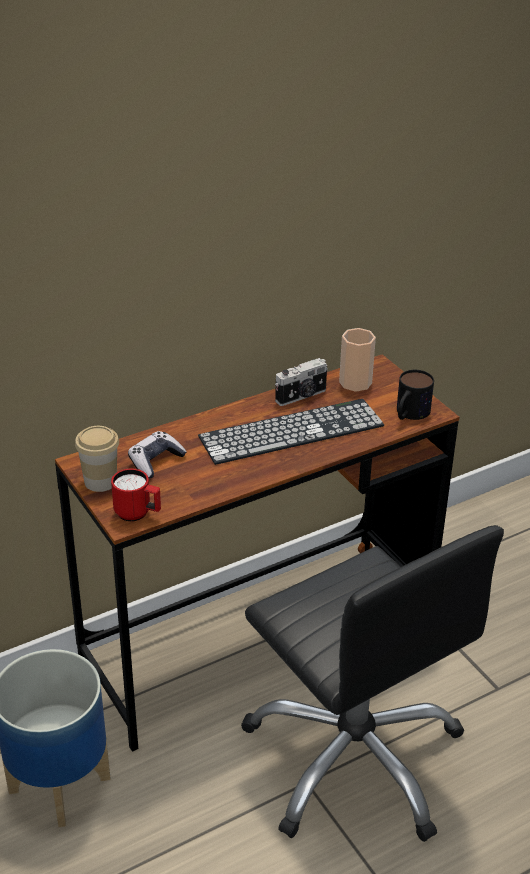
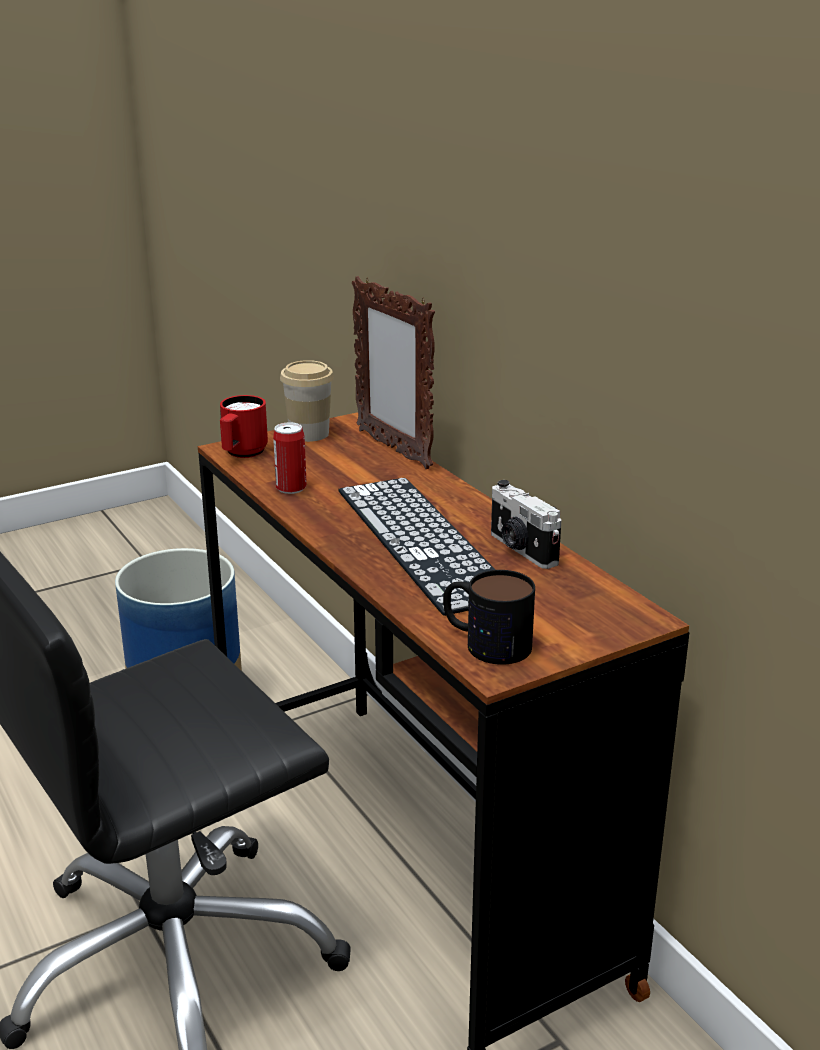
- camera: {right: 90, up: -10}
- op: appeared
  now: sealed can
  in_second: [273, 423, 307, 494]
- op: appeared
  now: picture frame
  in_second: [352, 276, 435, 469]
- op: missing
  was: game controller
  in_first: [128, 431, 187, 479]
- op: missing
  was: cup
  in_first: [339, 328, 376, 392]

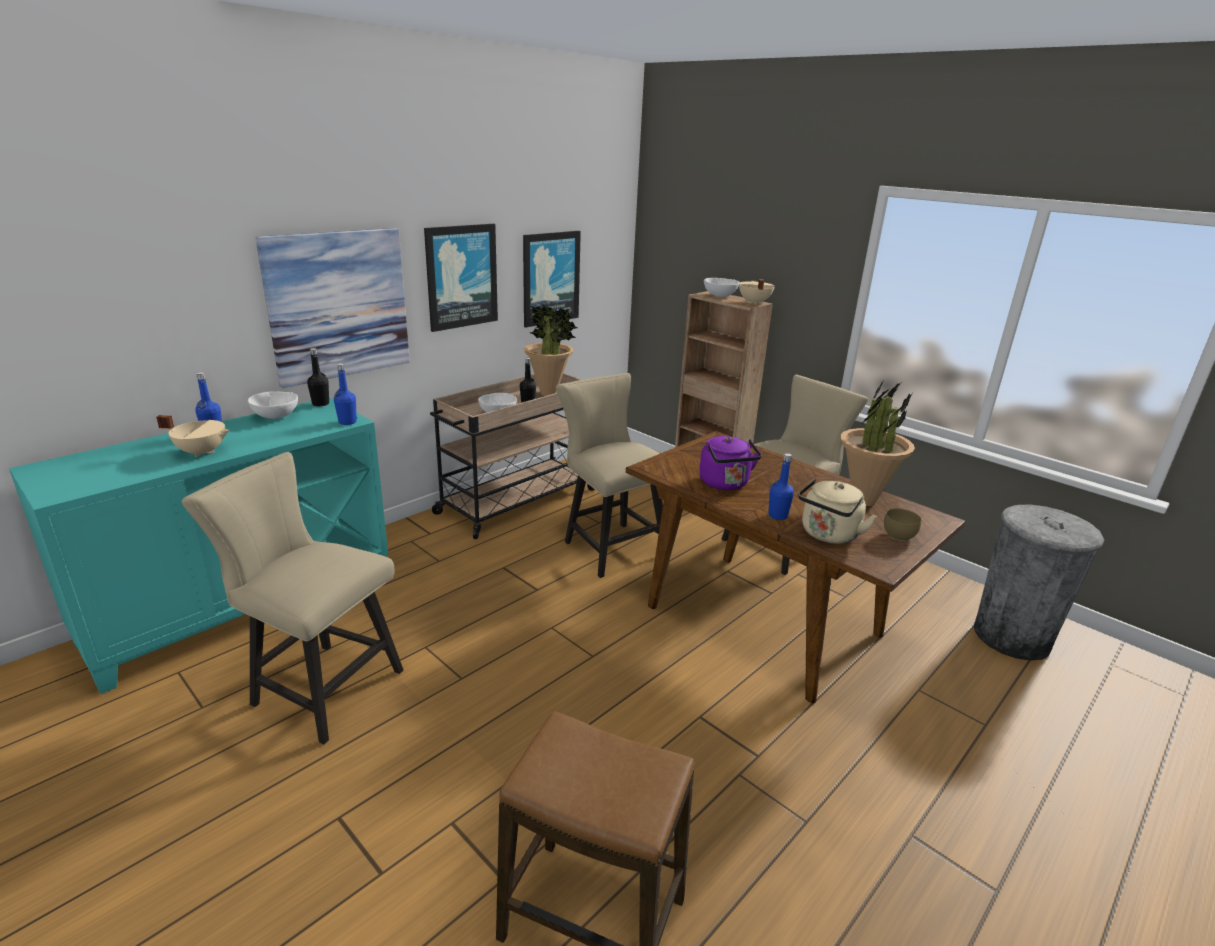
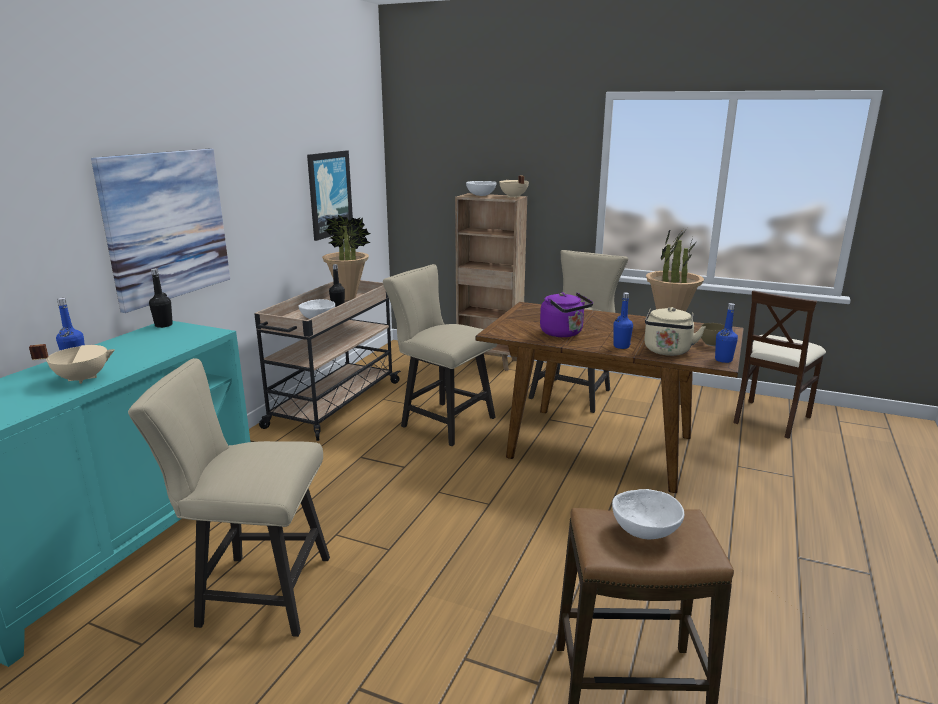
- camera: {right: -20, up: -5}
- op: relocated
  was: deep dish (whitish)
  in_first: [248, 391, 298, 419]
  in_second: [612, 489, 684, 539]
- op: relocated
  was: drink bottle (bluish)
  in_first: [334, 363, 357, 425]
  in_second: [715, 303, 738, 363]
- op: exchanged
  was: trash can (gray)
  now: plain chair (sand-coloured)
  in_first: [974, 504, 1104, 661]
  in_second: [733, 290, 826, 439]
- op: missing
  was: wall picture
  in_first: [424, 224, 498, 332]

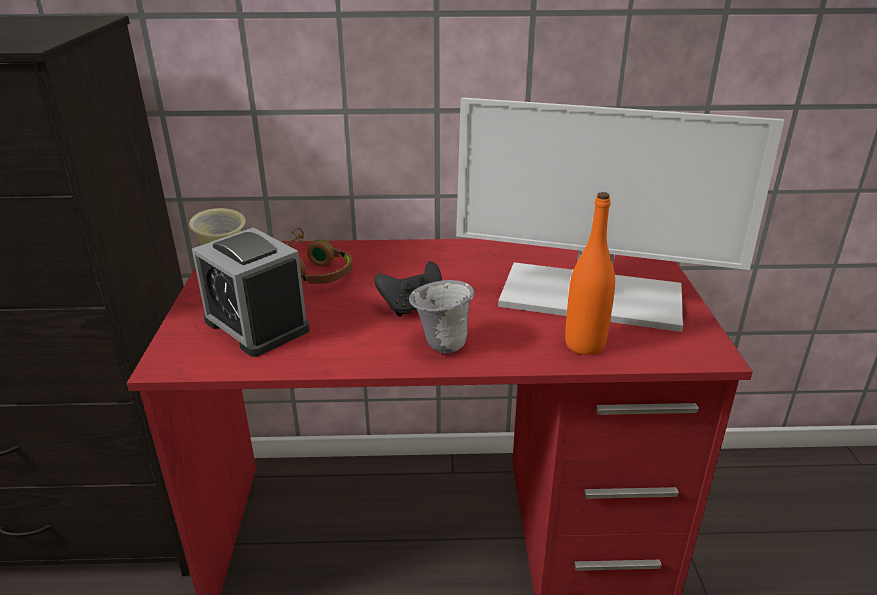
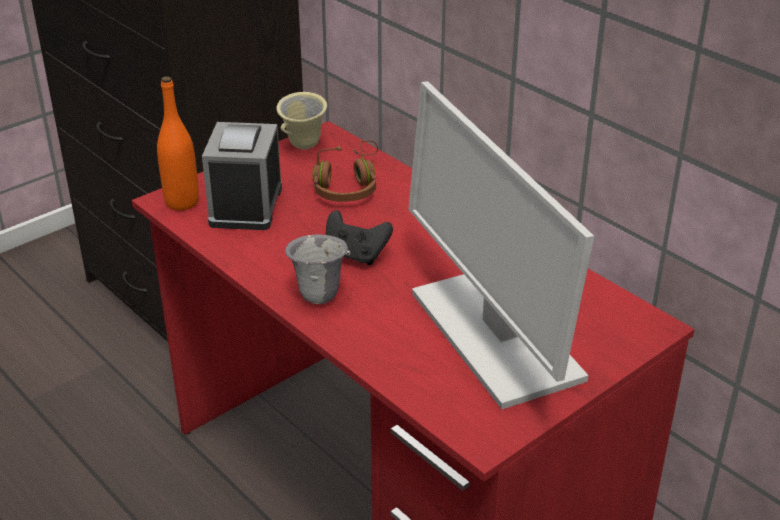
- camera: {right: 50, up: 5}
- op: relocated
  was: drink bottle (orange)
  in_first: [565, 192, 615, 355]
  in_second: [157, 76, 199, 210]

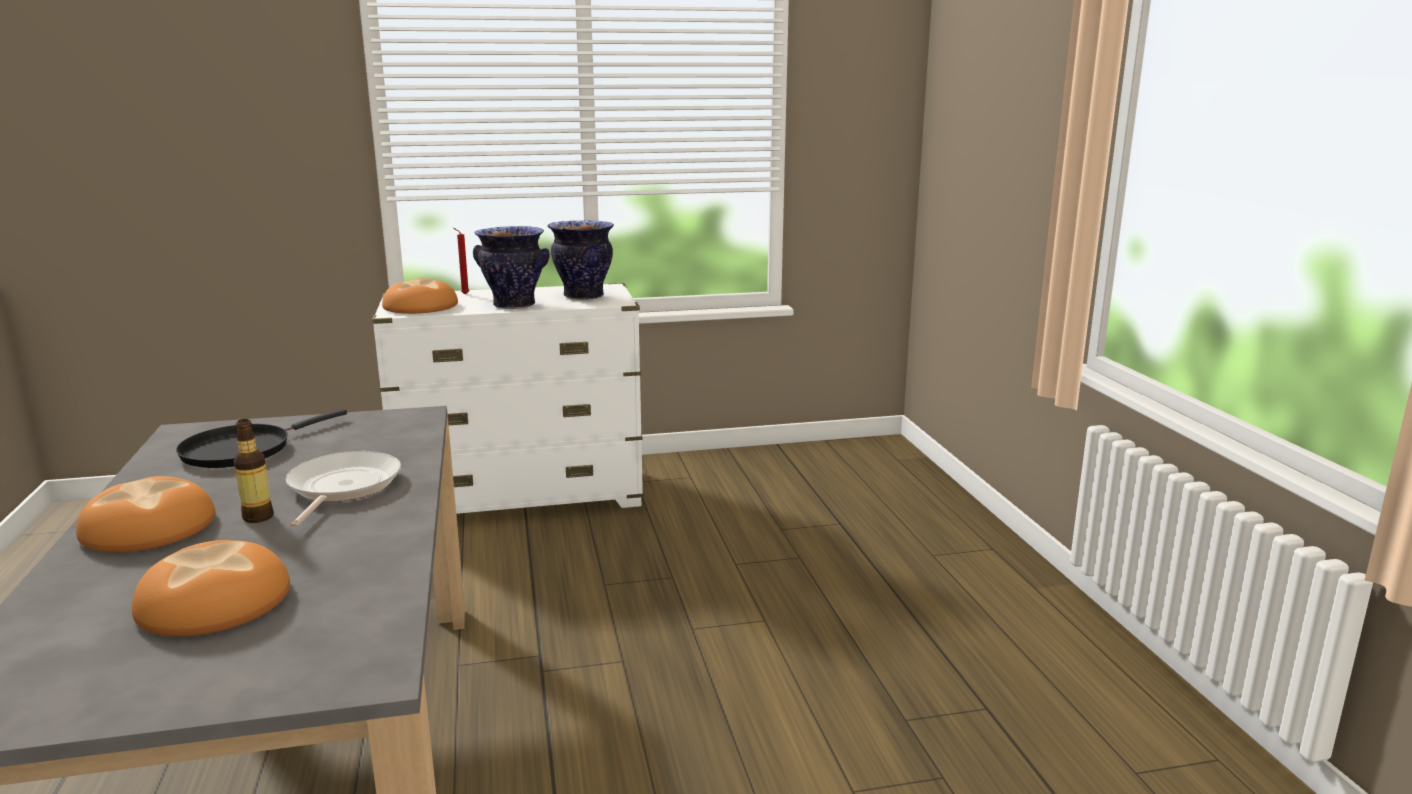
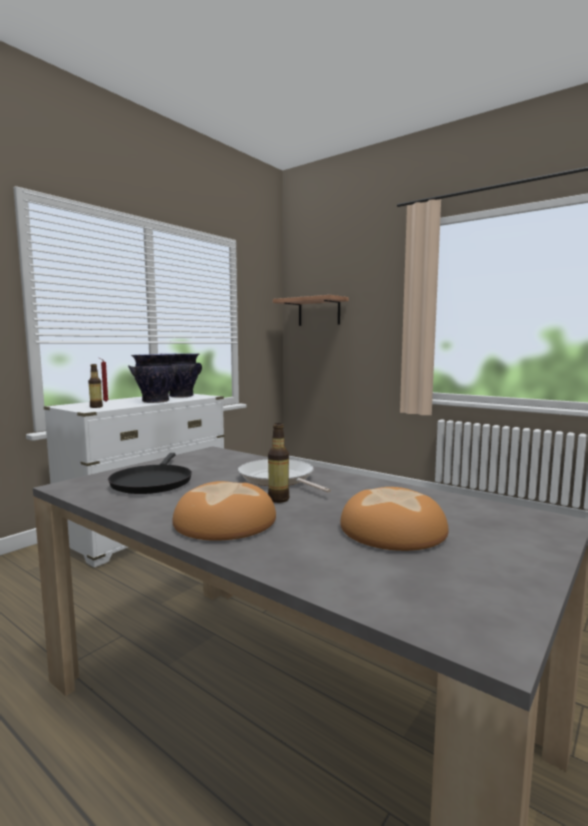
- camera: {right: -40, up: -10}
- op: exchanged
  was: bread
  now: drink bottle
  in_first: [382, 278, 458, 314]
  in_second: [88, 364, 103, 408]
- op: appeared
  now: shelf
  in_second: [273, 295, 349, 326]

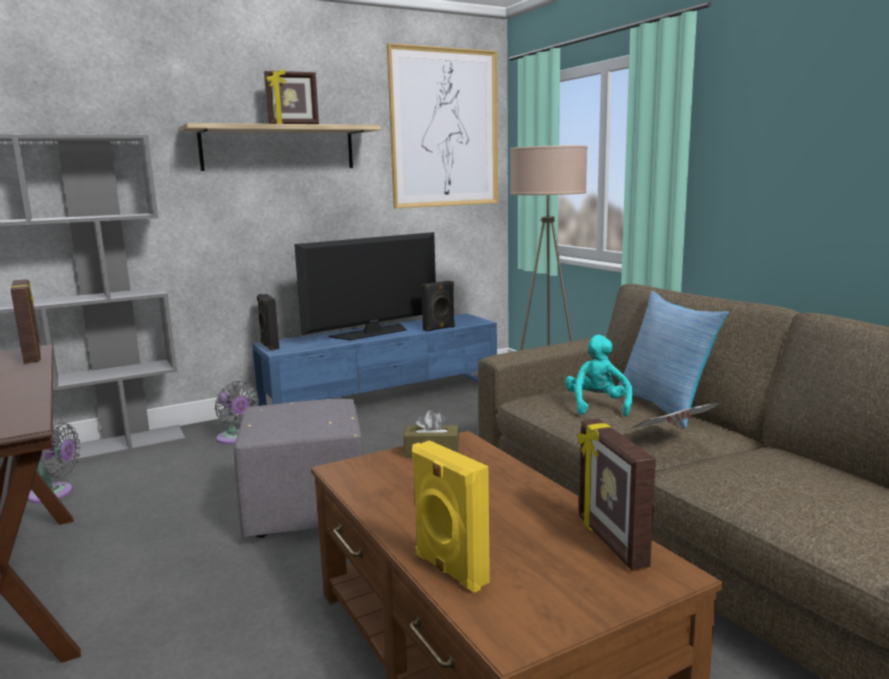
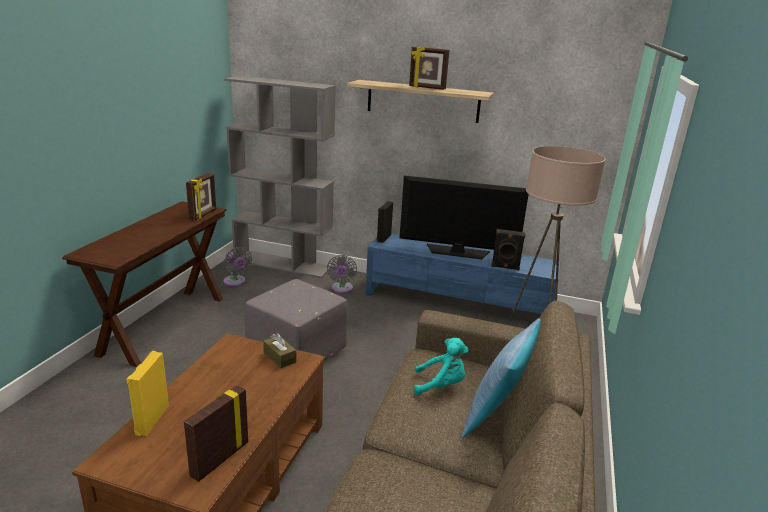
- camera: {right: 45, up: 10}
- op: spun
  was: plush toy (turquoise-coloured)
  in_first: [565, 335, 633, 417]
  in_second: [414, 338, 468, 395]
  clockwise: 45
- op: missing
  was: wall picture
  in_first: [387, 43, 498, 208]
- op: missing
  was: printed paper
  in_first: [629, 403, 720, 429]

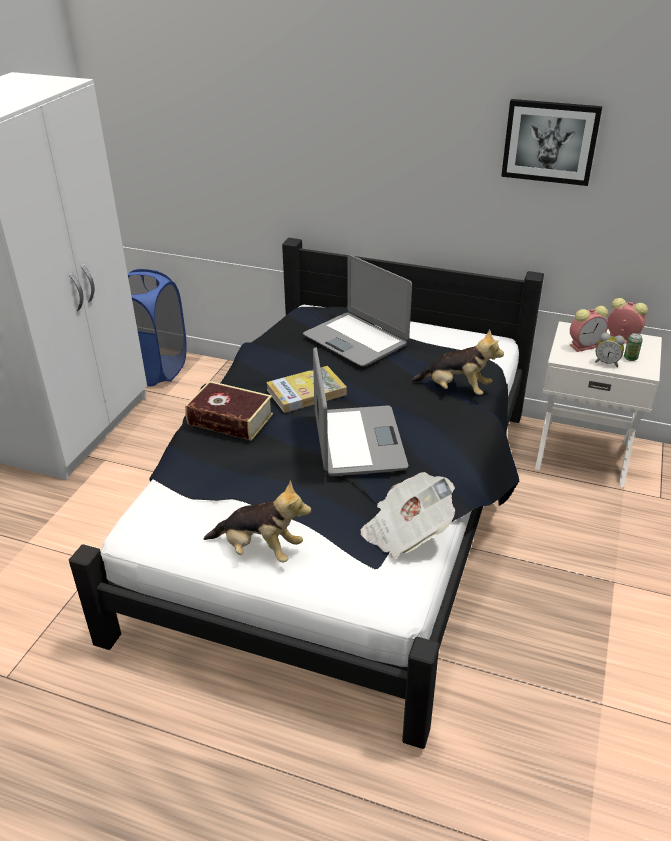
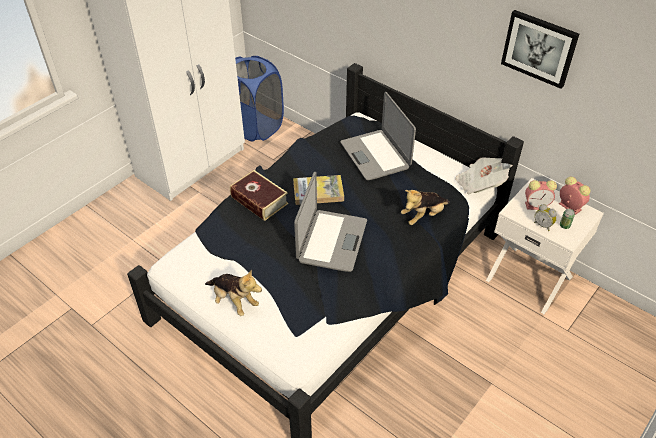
- camera: {right: 20, up: 10}
- op: spun
  was: plush toy
  in_first: [410, 329, 504, 395]
  in_second: [401, 190, 449, 225]
  clockwise: 105
- op: relocated
  was: printed paper
  in_first: [361, 472, 455, 558]
  in_second: [455, 158, 513, 195]

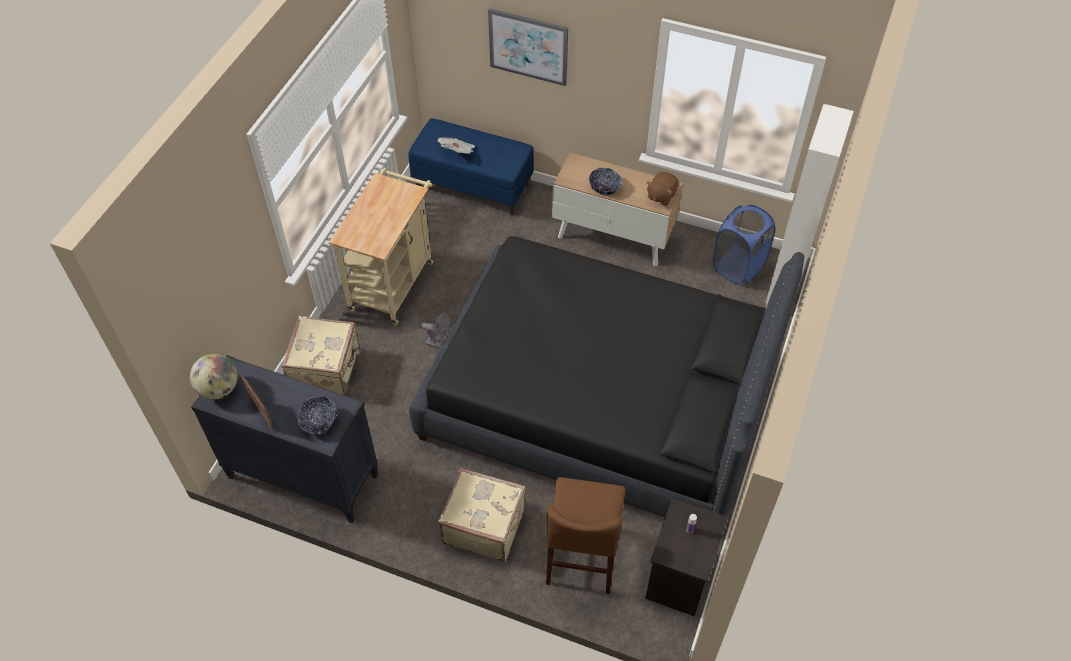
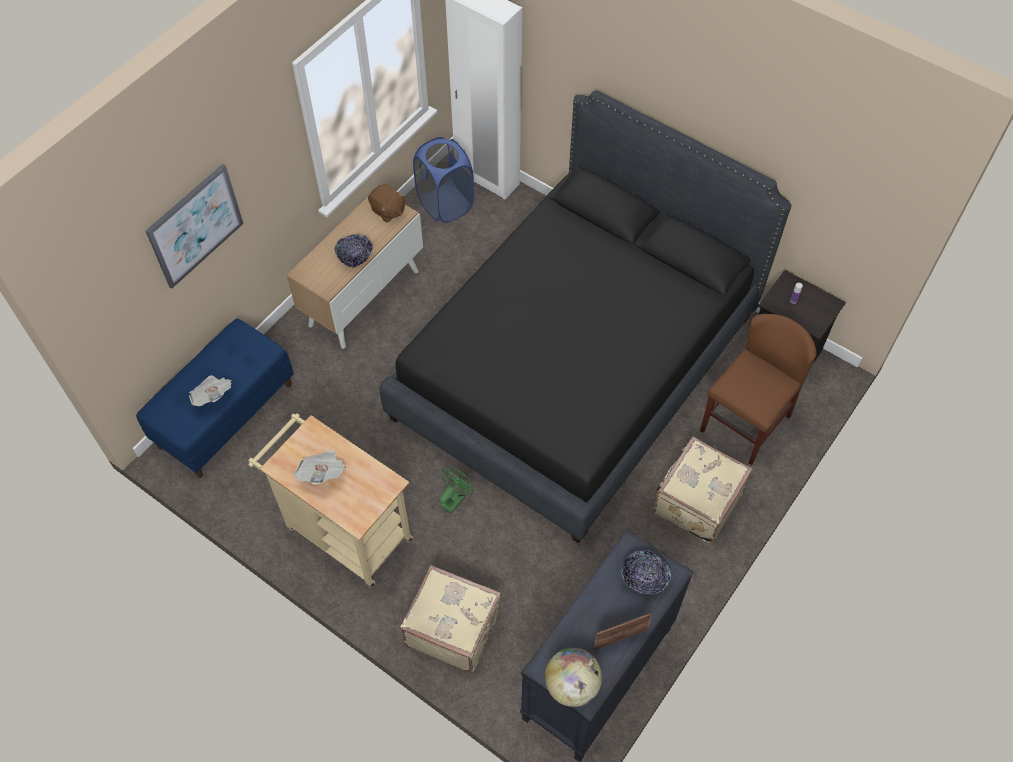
- camera: {right: -75, up: 5}
- op: appeared
  now: printed paper
  in_second: [294, 450, 346, 485]
- op: colour
  was: cooling fan (gray)
  now: cooling fan (green)
  in_first: [421, 313, 453, 350]
  in_second: [439, 467, 474, 513]
- op: spun
  was: plain chair (brownish)
  in_first: [546, 477, 626, 594]
  in_second: [700, 314, 817, 465]
  clockwise: -75

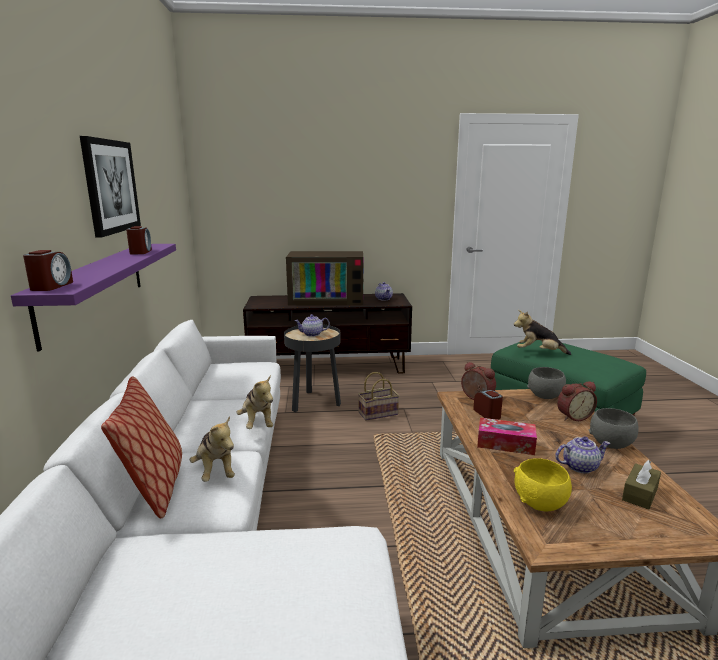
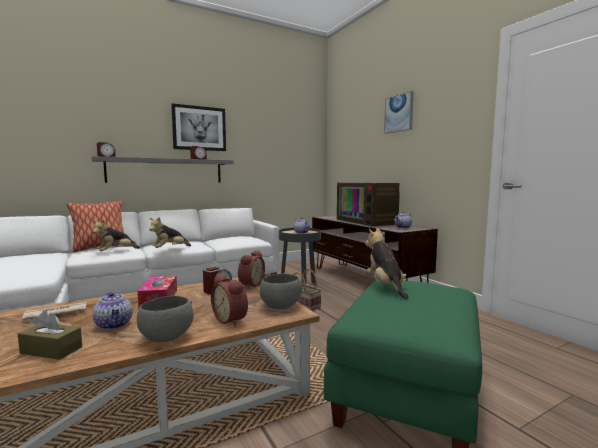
- camera: {right: 65, up: -10}
- op: exchanged
  was: deep dish (yellow-coloured)
  now: printed paper
  in_first: [514, 458, 572, 512]
  in_second: [22, 302, 86, 320]
- op: colour
  was: shelf (purple)
  now: shelf (gray)
  in_first: [11, 244, 176, 352]
  in_second: [92, 156, 234, 183]
- op: appeared
  now: wall picture
  in_second: [384, 91, 414, 134]

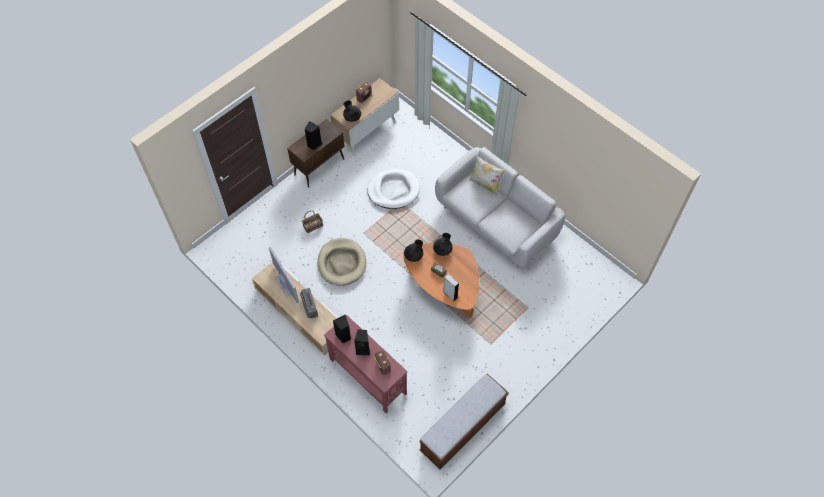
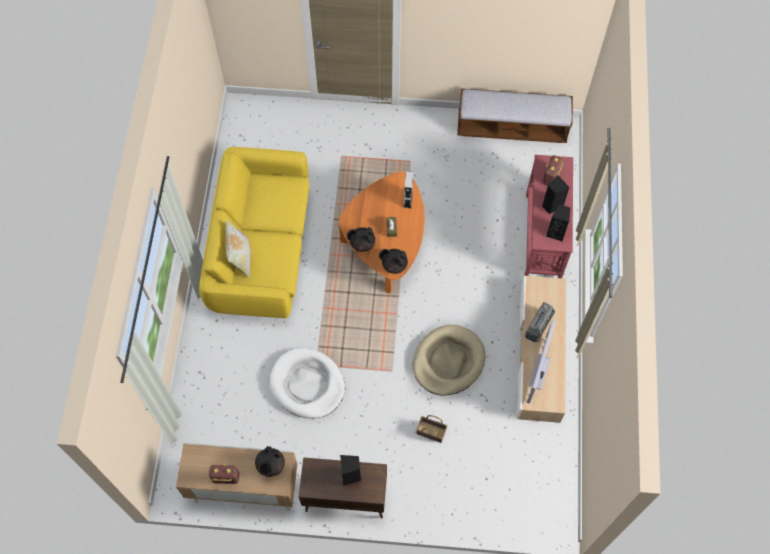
- camera: {right: -130, up: 5}
- op: colour
  was: couch (gray)
  now: couch (yellow-coloured)
  in_first: [435, 147, 565, 268]
  in_second: [199, 147, 309, 318]

